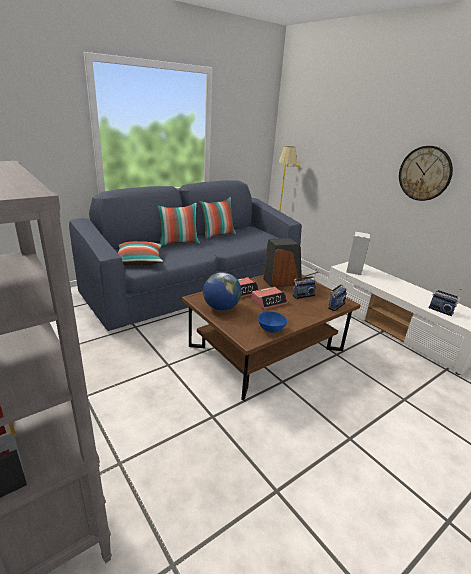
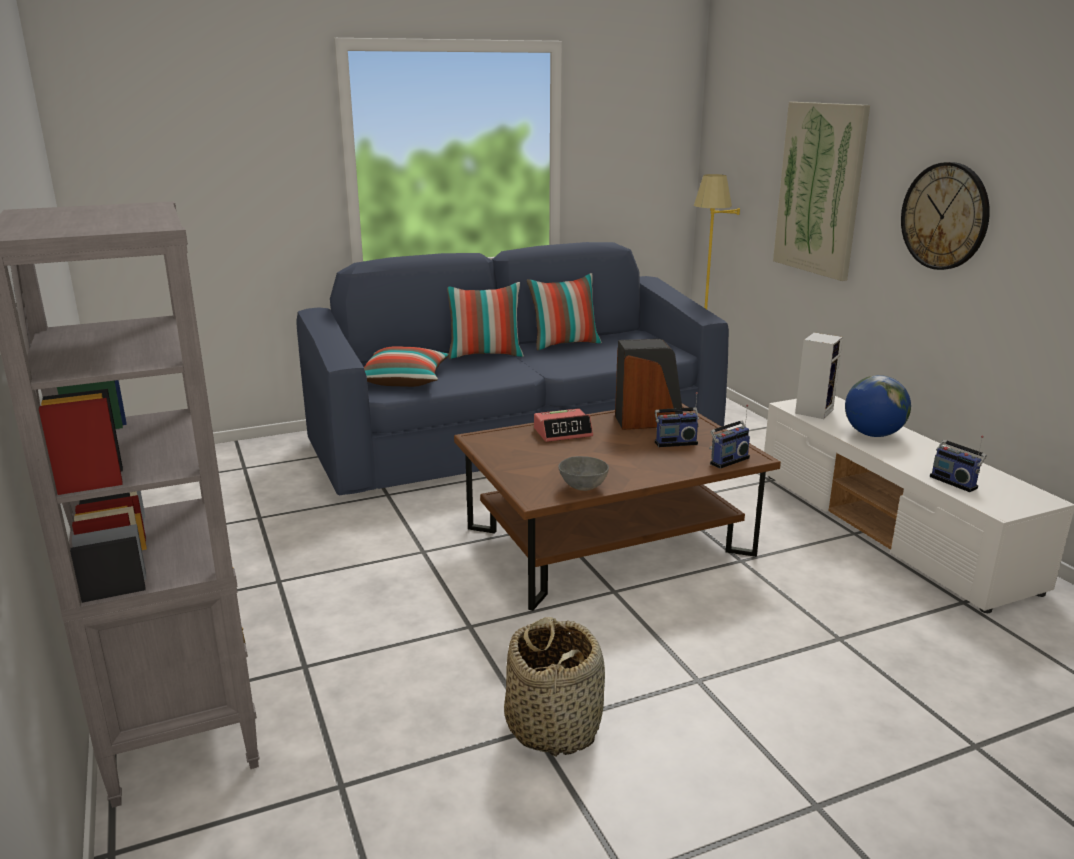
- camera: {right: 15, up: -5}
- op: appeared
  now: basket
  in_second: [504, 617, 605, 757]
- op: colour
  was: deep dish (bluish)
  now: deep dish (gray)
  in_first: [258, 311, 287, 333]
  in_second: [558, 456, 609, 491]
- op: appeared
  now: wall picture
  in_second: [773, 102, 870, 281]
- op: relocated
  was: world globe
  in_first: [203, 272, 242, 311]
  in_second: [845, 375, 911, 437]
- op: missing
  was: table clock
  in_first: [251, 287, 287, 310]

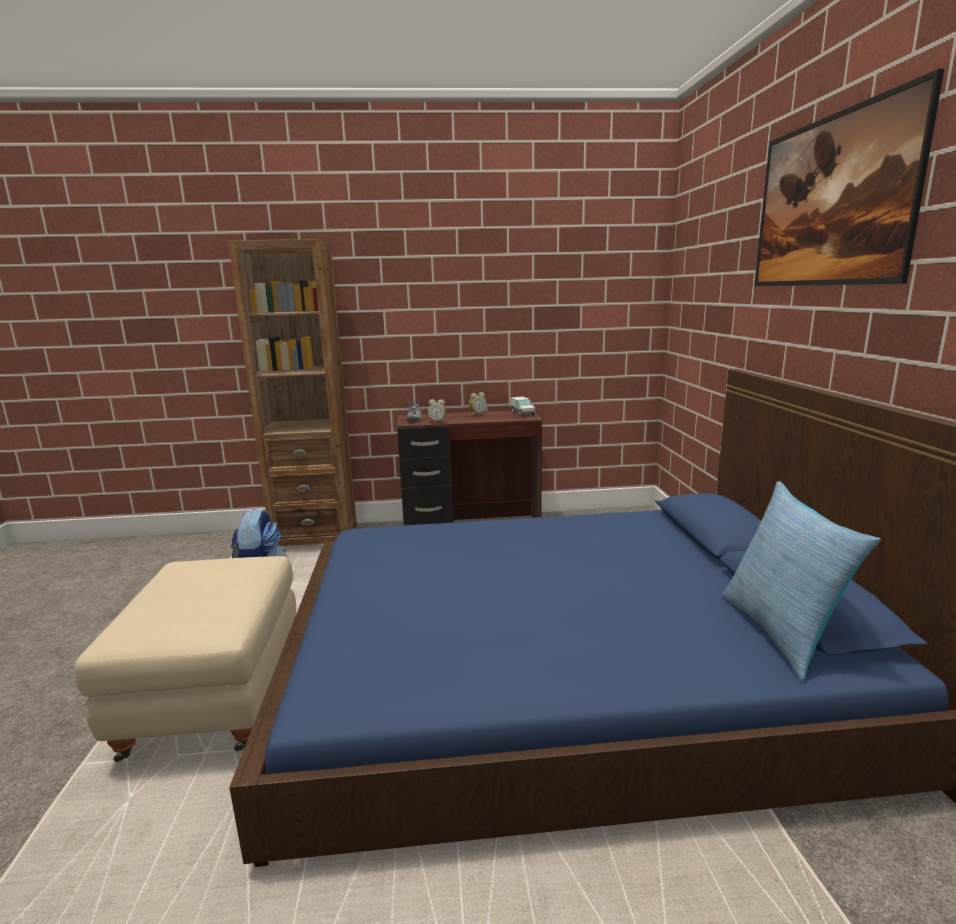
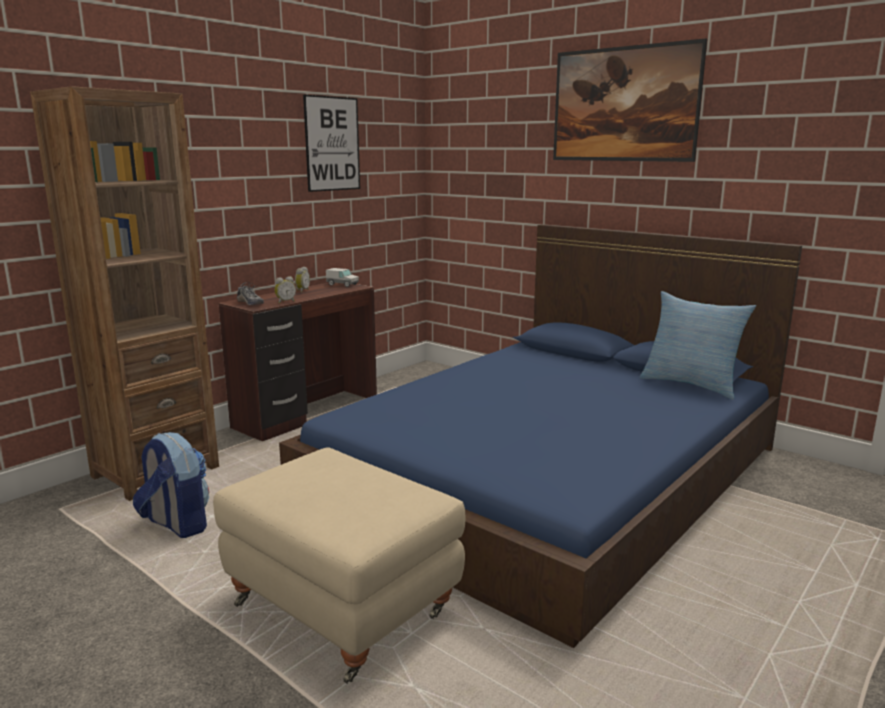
- camera: {right: -45, up: 0}
- op: appeared
  now: wall picture
  in_second: [303, 95, 360, 192]

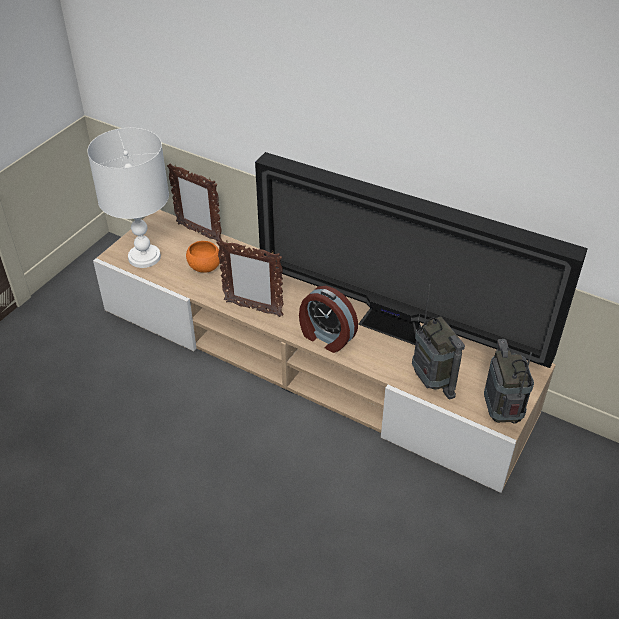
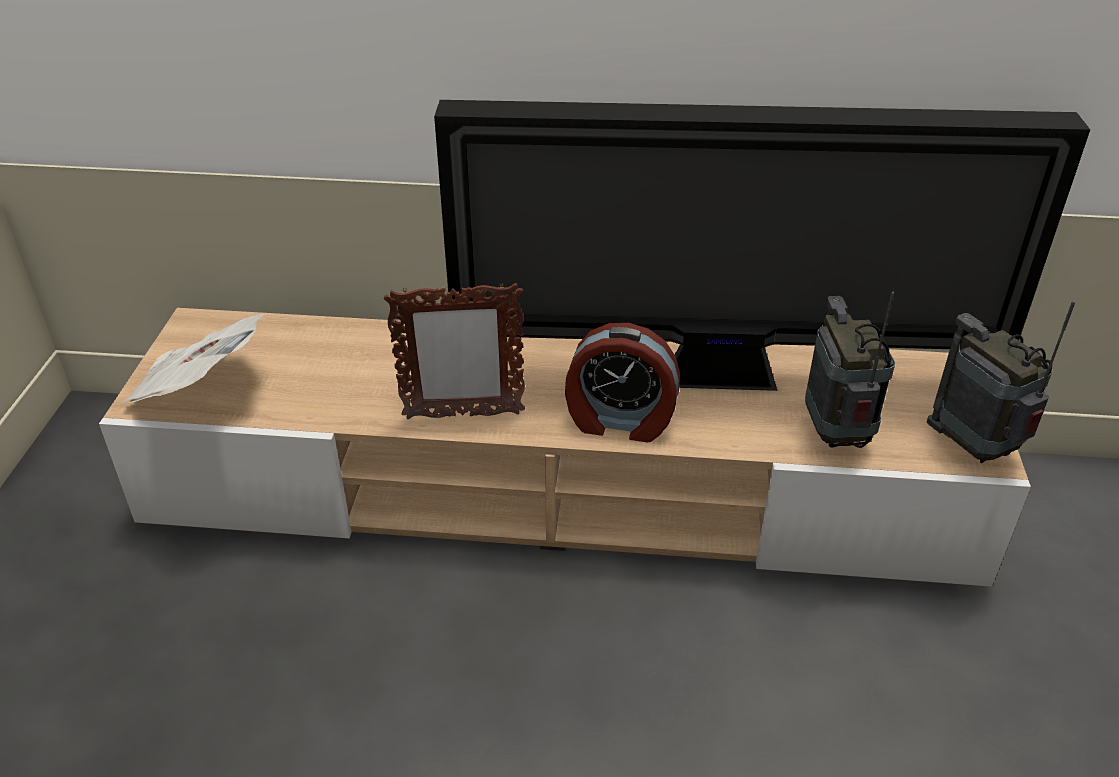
- camera: {right: -25, up: -5}
- op: exchanged
  was: tabletop lamp (whitish)
  now: printed paper
  in_first: [87, 128, 169, 268]
  in_second: [122, 313, 264, 403]
- op: spun
  was: radio receiver
  in_first: [412, 284, 465, 399]
  in_second: [805, 292, 895, 448]
  clockwise: -135
- op: missing
  was: picture frame
  in_first: [167, 163, 222, 241]
- op: missing
  was: deep dish (orange)
  in_first: [186, 241, 220, 273]

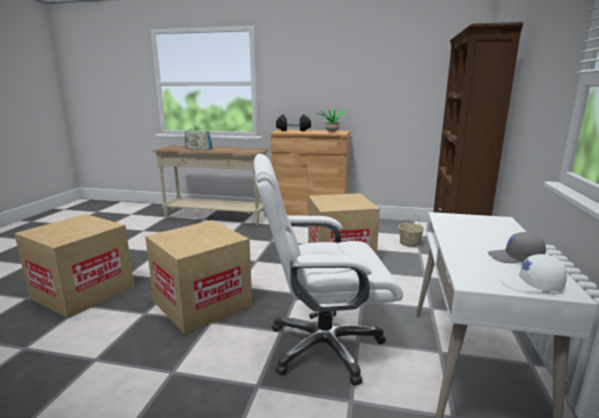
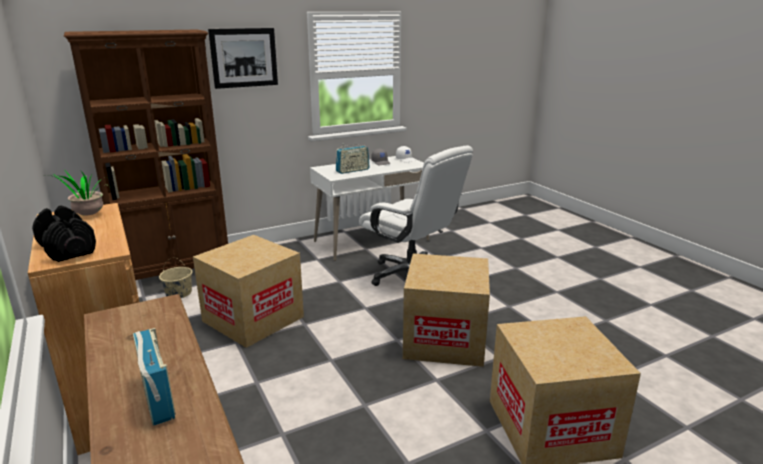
- camera: {right: -130, up: 5}
- op: appeared
  now: wall picture
  in_second: [208, 28, 278, 89]
- op: appeared
  now: radio receiver
  in_second: [336, 145, 370, 174]

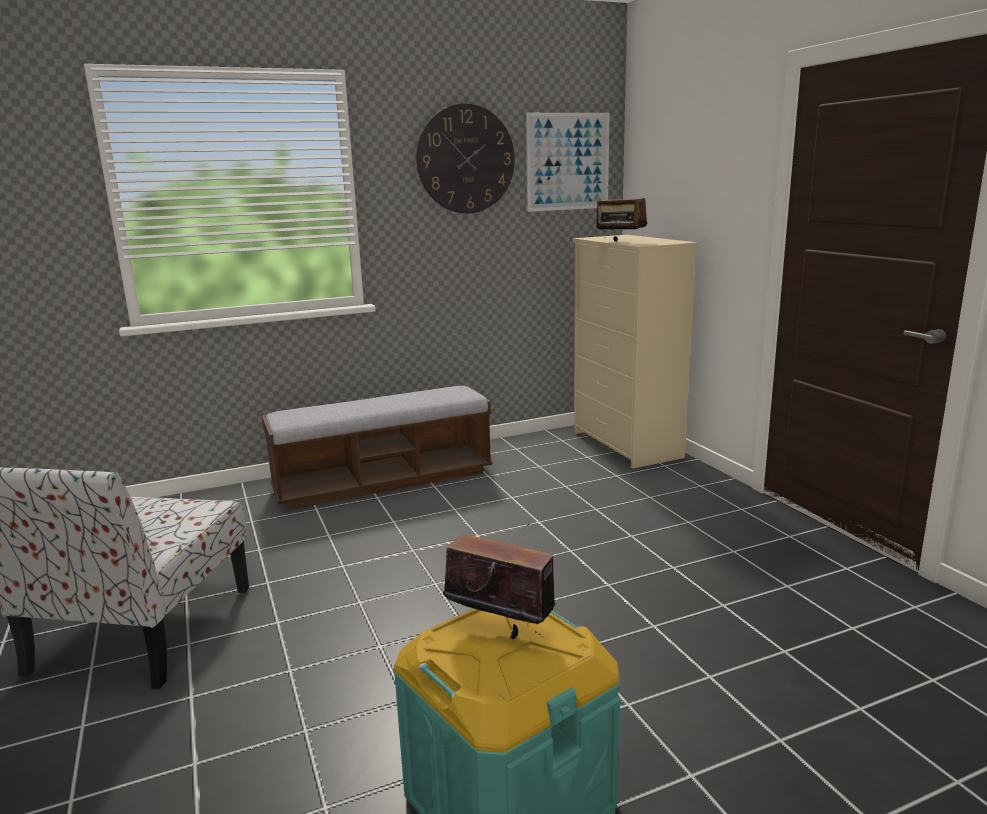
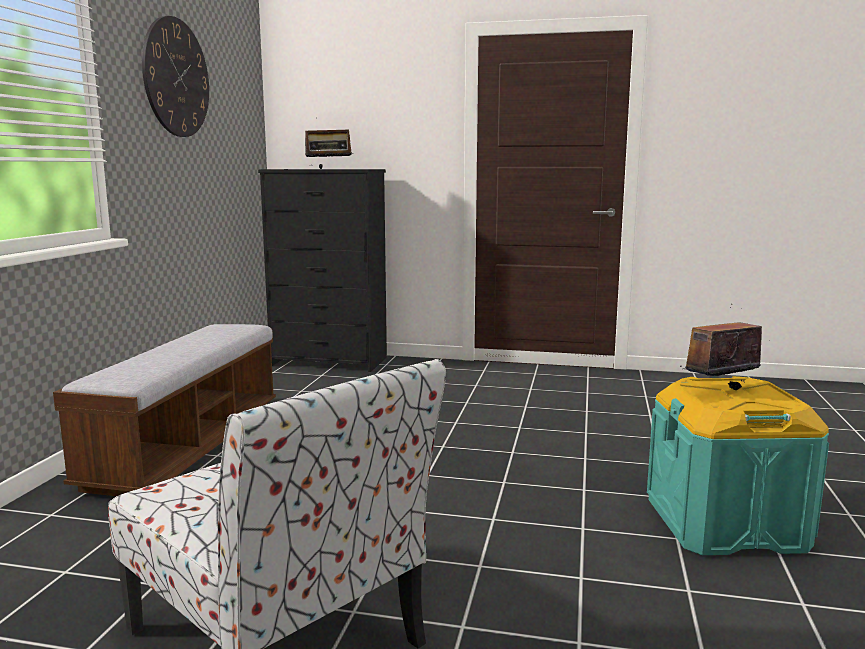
- camera: {right: -55, up: -5}
- op: colour
  was: chest of drawers (sand-coloured)
  now: chest of drawers (black)
  in_first: [573, 235, 698, 469]
  in_second: [258, 169, 387, 372]
- op: missing
  was: wall picture
  in_first: [526, 113, 610, 212]

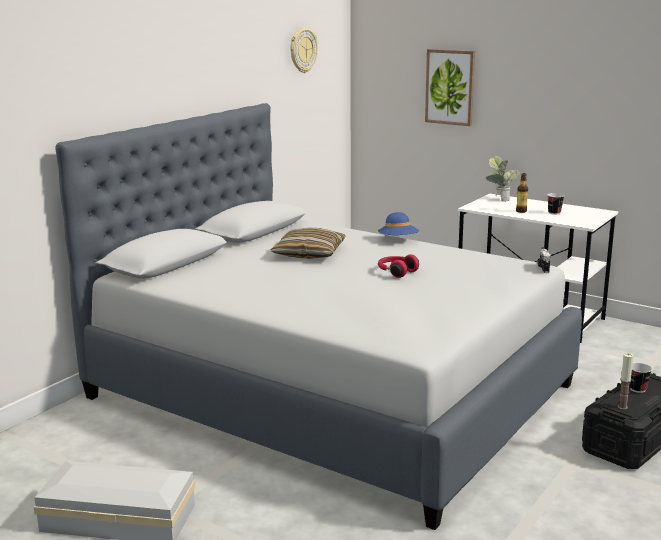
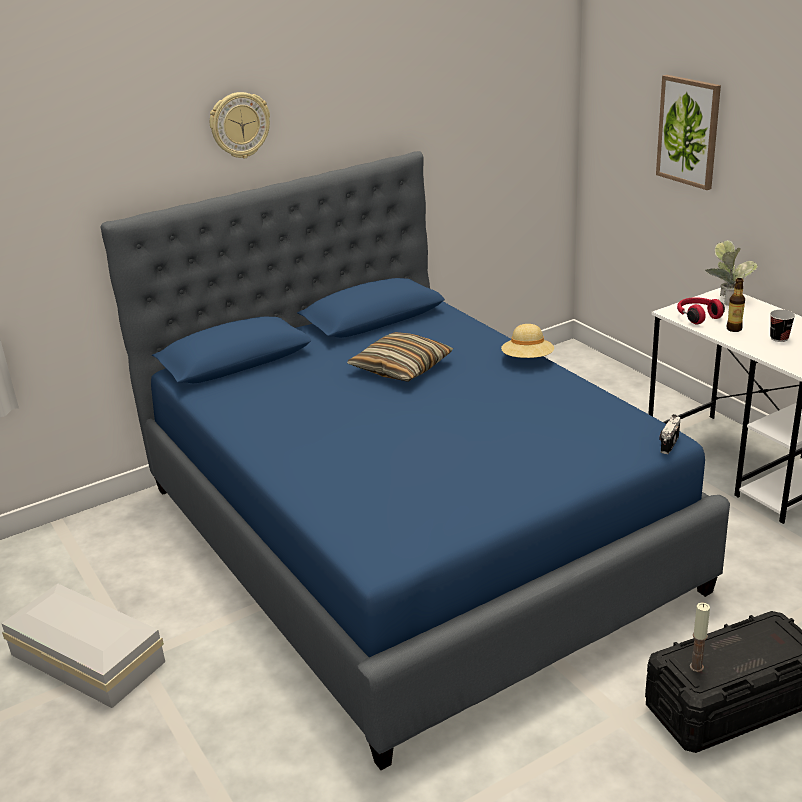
- camera: {right: 25, up: 10}
- op: colour
  was: sleeping bed (gray)
  now: sleeping bed (bluish)
  in_first: [56, 103, 582, 530]
  in_second: [100, 151, 730, 770]
- op: relocated
  was: wall clock
  in_first: [291, 28, 318, 73]
  in_second: [210, 92, 270, 158]
- op: colour
  was: hat (bluish)
  now: hat (sand-coloured)
  in_first: [378, 212, 419, 235]
  in_second: [501, 324, 554, 358]
- op: relocated
  was: pair of headphones (red-coloured)
  in_first: [378, 254, 419, 278]
  in_second: [677, 297, 725, 324]
- op: missing
  was: cup
  in_first: [630, 363, 652, 393]

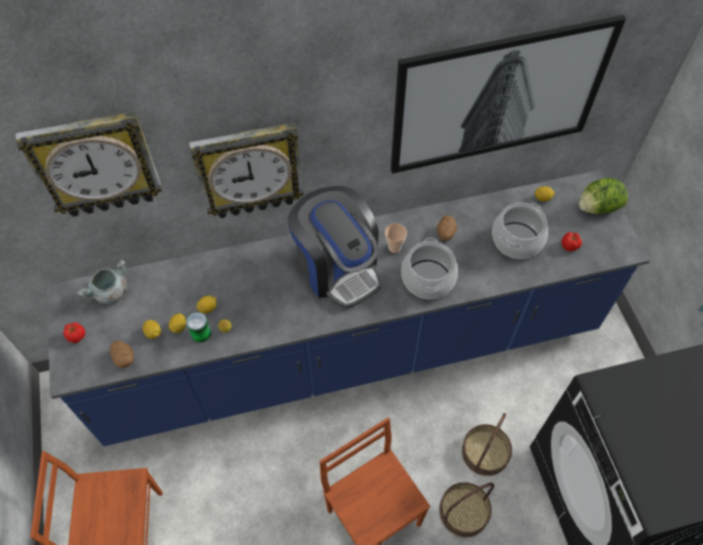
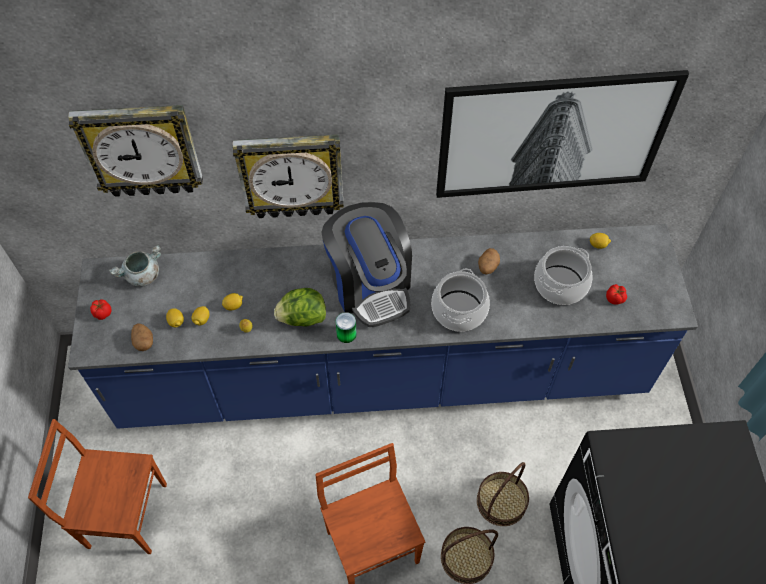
- camera: {right: 10, up: 0}
- op: relocated
  was: lettuce head
  in_first: [579, 178, 628, 214]
  in_second: [274, 288, 326, 327]
- op: relocated
  was: sealed can
  in_first: [186, 312, 211, 342]
  in_second: [336, 312, 357, 343]
- op: missing
  was: cup
  in_first: [385, 223, 407, 253]

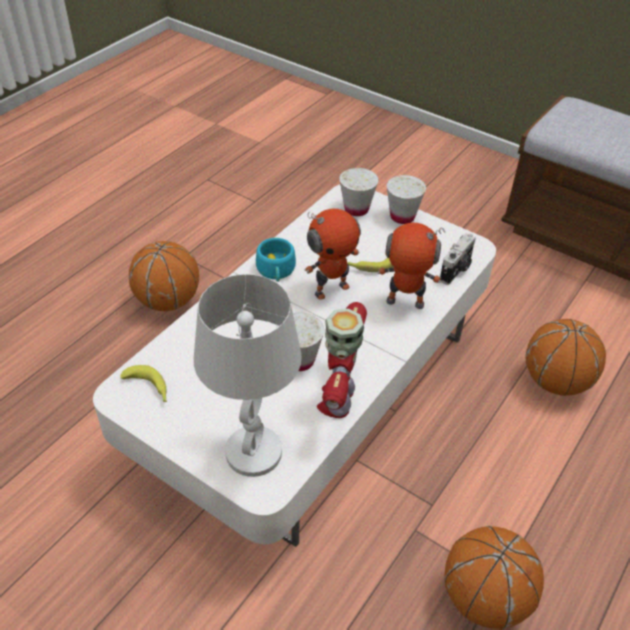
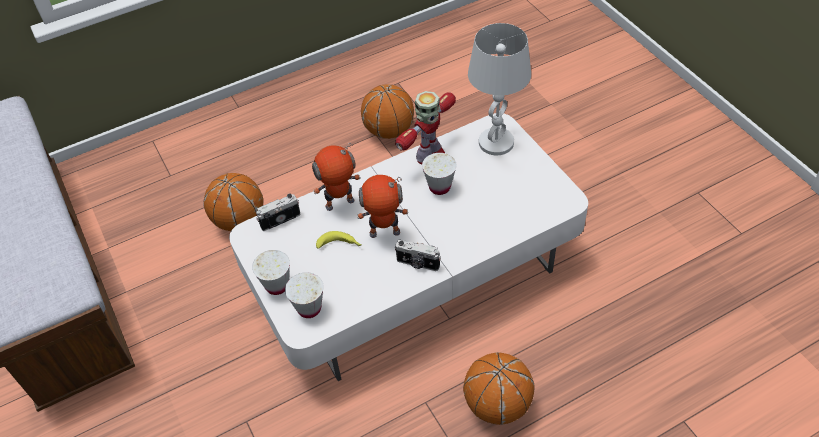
- camera: {right: -150, up: 5}
- op: spun
  was: model robot
  in_first: [378, 223, 445, 309]
  in_second: [312, 143, 361, 211]
  clockwise: 120
- op: exchanged
  was: cup (turquoise-coloured)
  now: photo camera
  in_first: [256, 238, 296, 282]
  in_second: [395, 239, 441, 271]
- op: missing
  was: banana
  in_first: [120, 365, 167, 402]

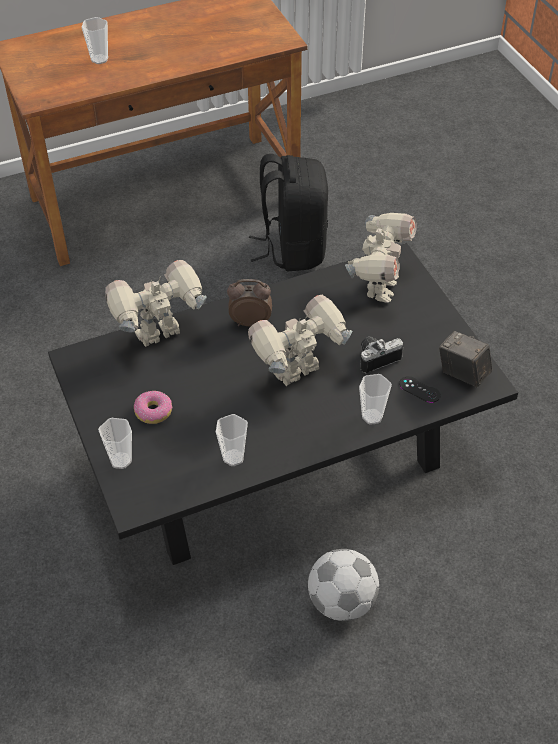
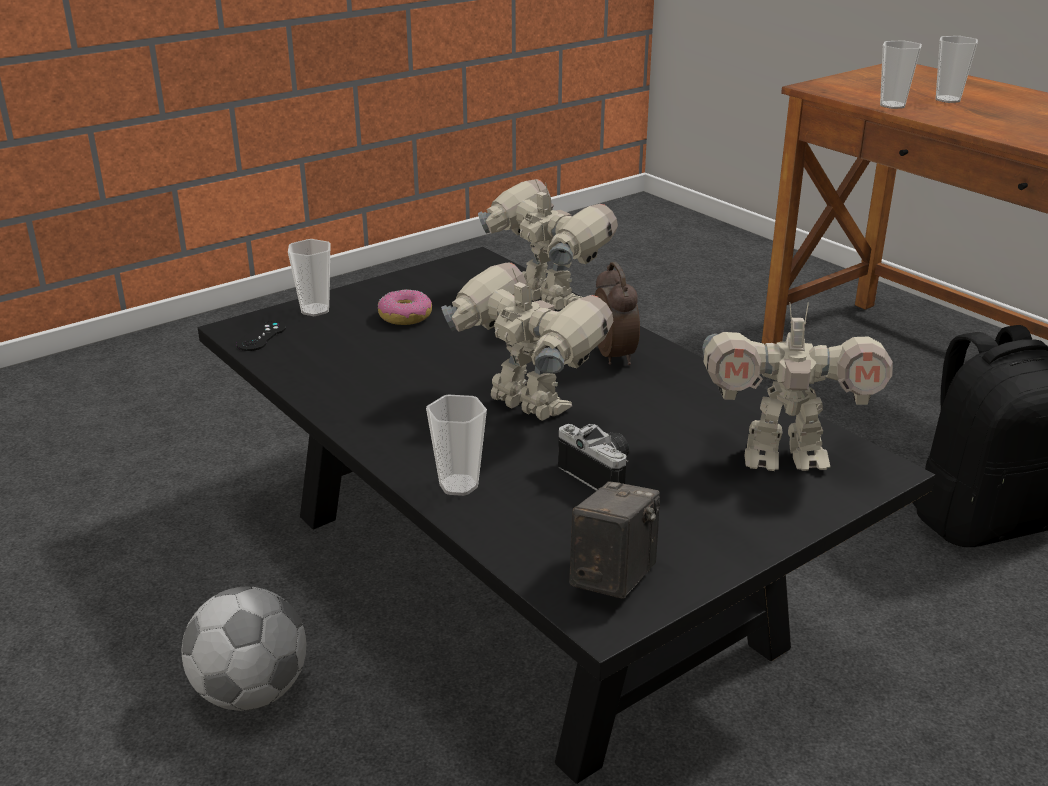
- camera: {right: 75, up: -20}
- op: relocated
  was: game controller (black)
  in_first: [399, 376, 441, 403]
  in_second: [236, 321, 286, 351]
- op: relocated
  was: cup
  in_first: [216, 414, 248, 466]
  in_second: [880, 40, 922, 109]

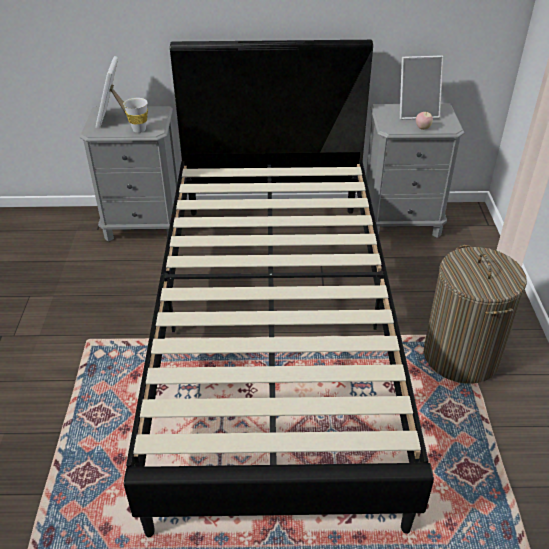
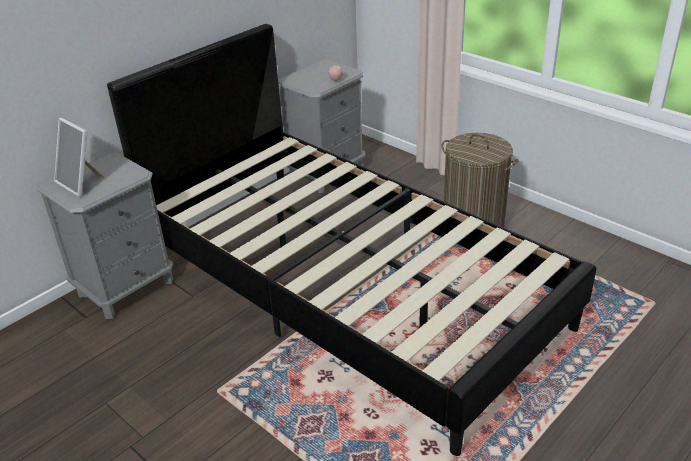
- camera: {right: -45, up: -5}
- op: missing
  was: cup (whitish)
  in_first: [123, 98, 148, 133]
- op: missing
  was: picture frame
  in_first: [400, 55, 443, 120]

